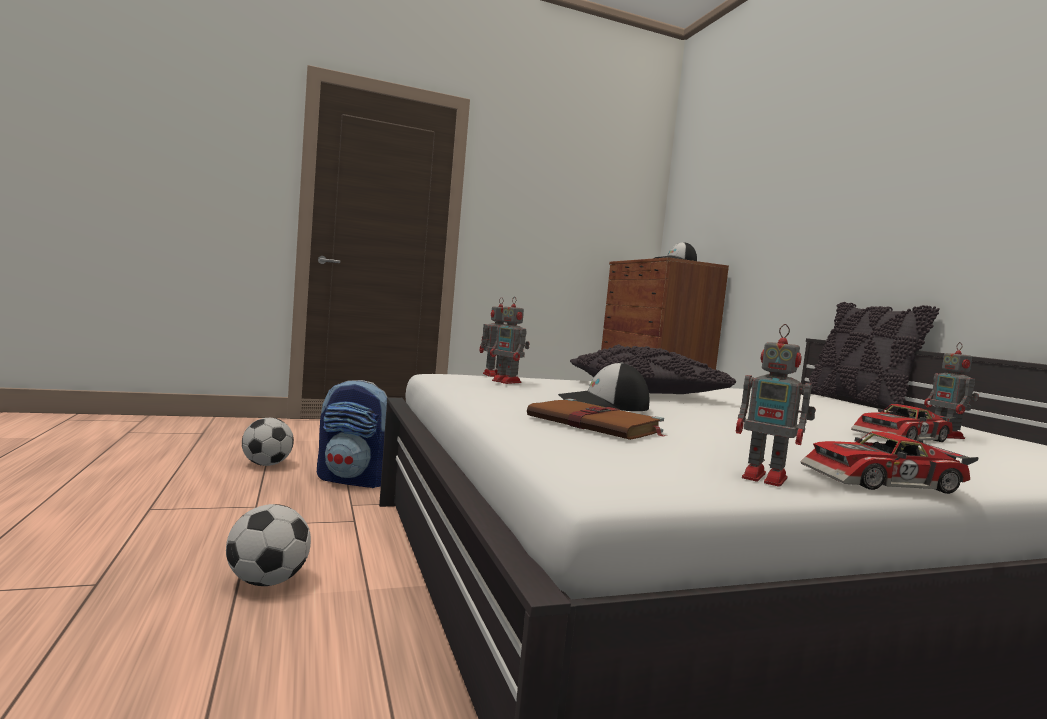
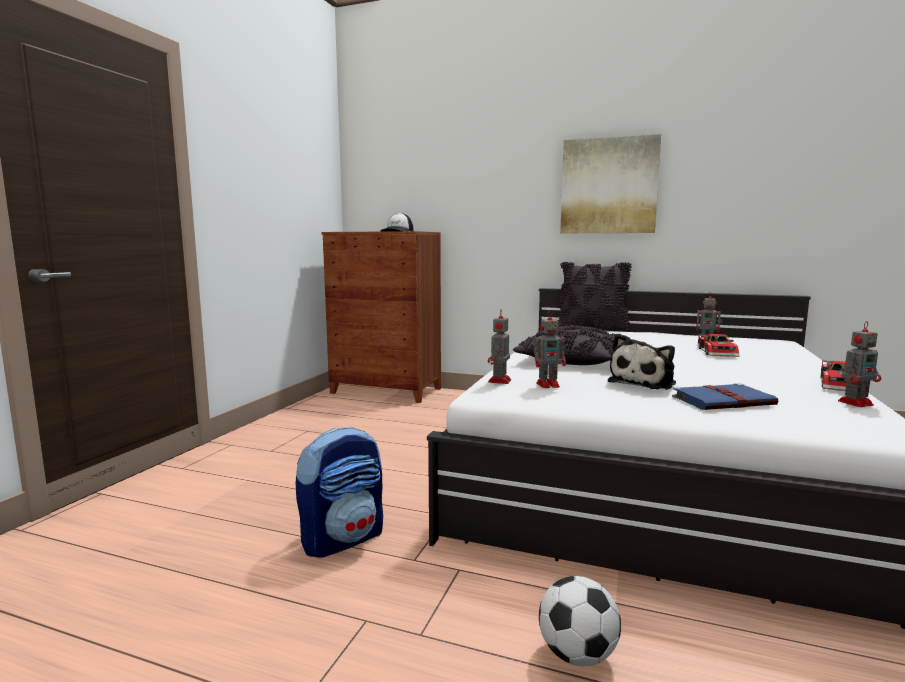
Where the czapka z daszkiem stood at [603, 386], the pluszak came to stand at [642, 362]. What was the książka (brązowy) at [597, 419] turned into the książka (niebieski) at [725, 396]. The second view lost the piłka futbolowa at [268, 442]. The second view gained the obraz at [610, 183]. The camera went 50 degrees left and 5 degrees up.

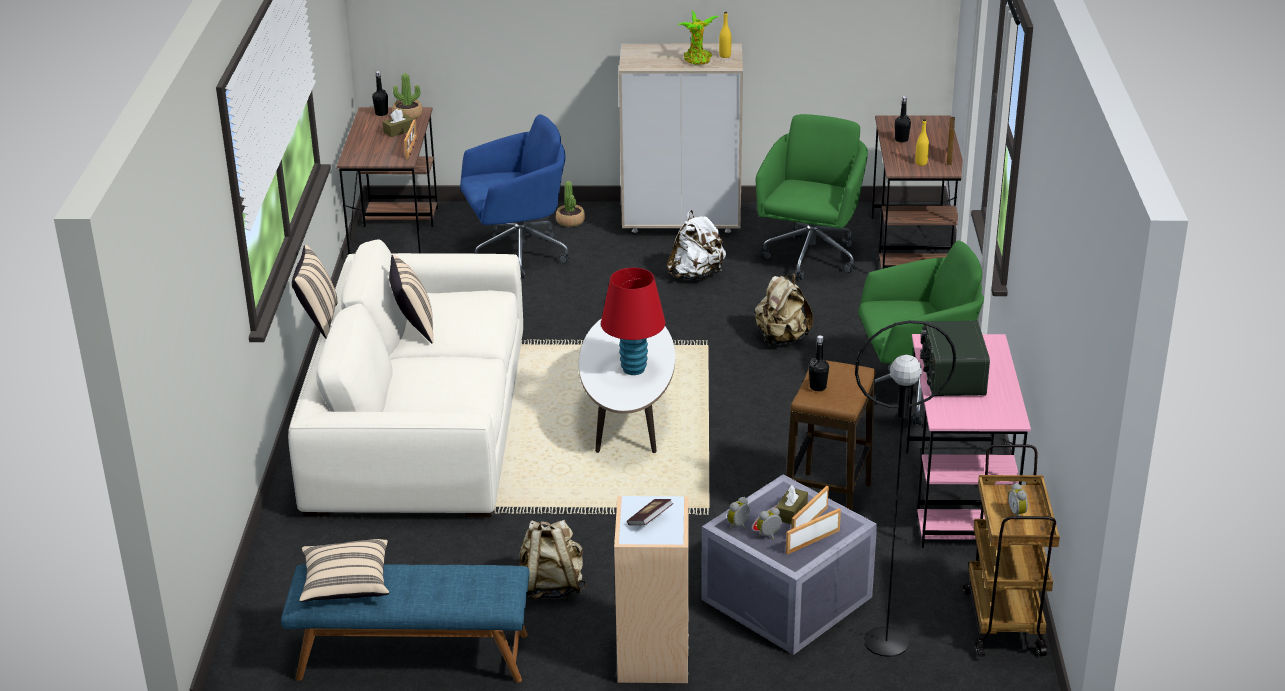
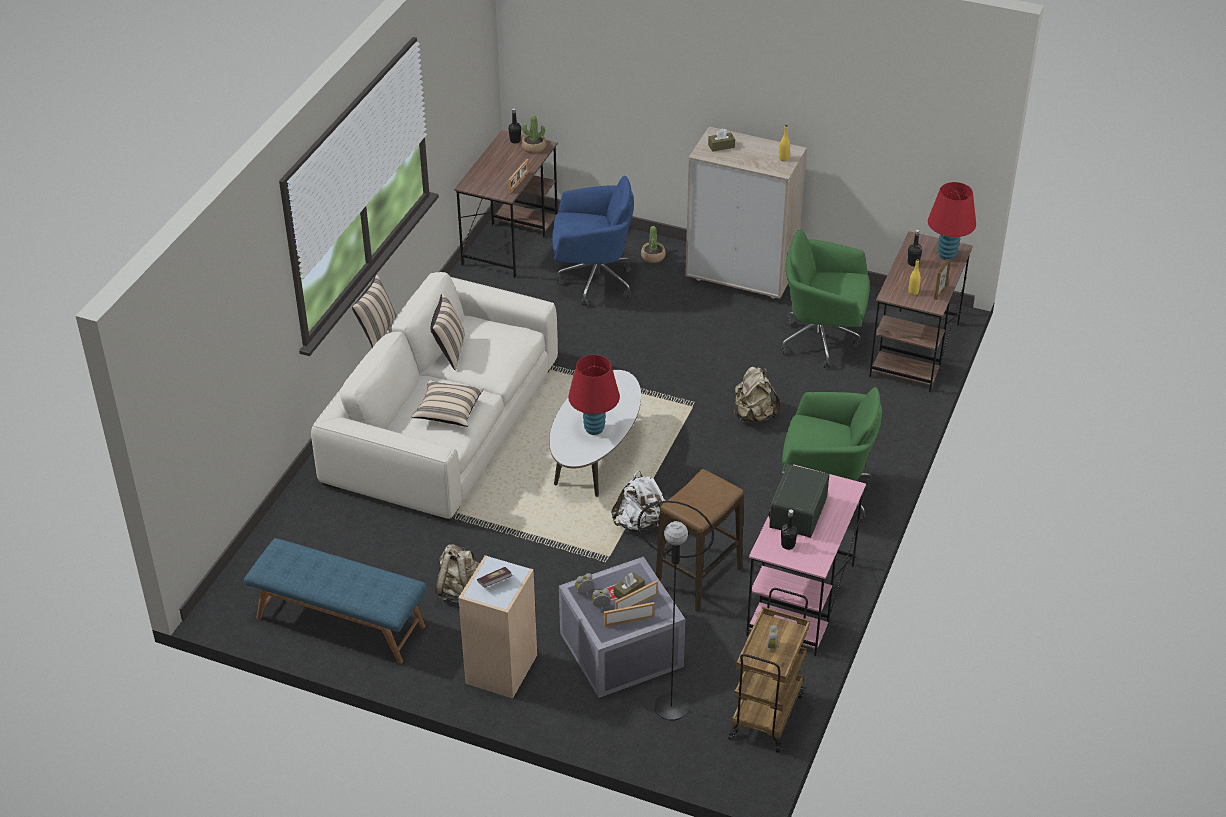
The second view lost the roślina doniczkowa at [698, 37]. The pudełko chusteczek (brązowy) ended up elsewhere, having gone from [398, 123] to [721, 140]. The krzesło biurowe (zielony) at [812, 197] ended up facing another way, 120 degrees counterclockwise from before. The plecak (biały) ended up elsewhere, having gone from [696, 245] to [638, 501]. The butelka (czarny) ended up elsewhere, having gone from [819, 363] to [789, 529]. The poduszka (beżowy) ended up elsewhere, having gone from [344, 570] to [447, 403]. The second view gained the lampa stołowa (czerwony) at [952, 221]. The camera went 20 degrees right and 10 degrees up.

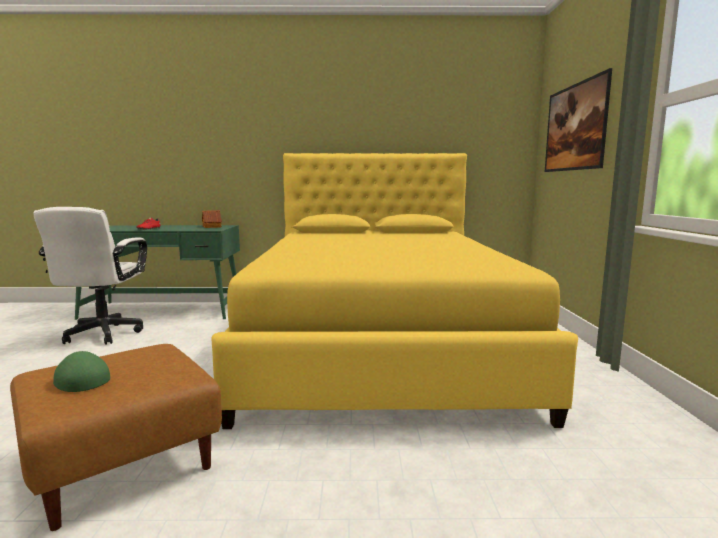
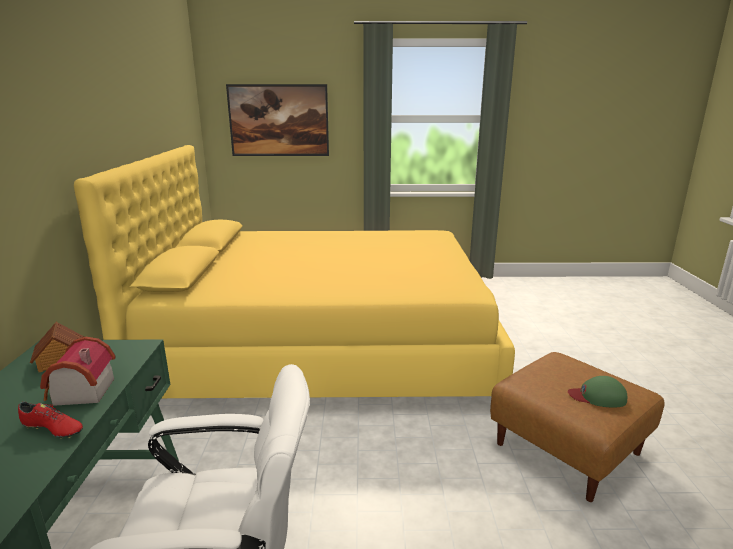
The czapka z daszkiem (zielony) at [81, 371] ended up facing another way, 60 degrees clockwise from before. The second view gained the domek at [78, 371]. The camera went 90 degrees left and 10 degrees up.

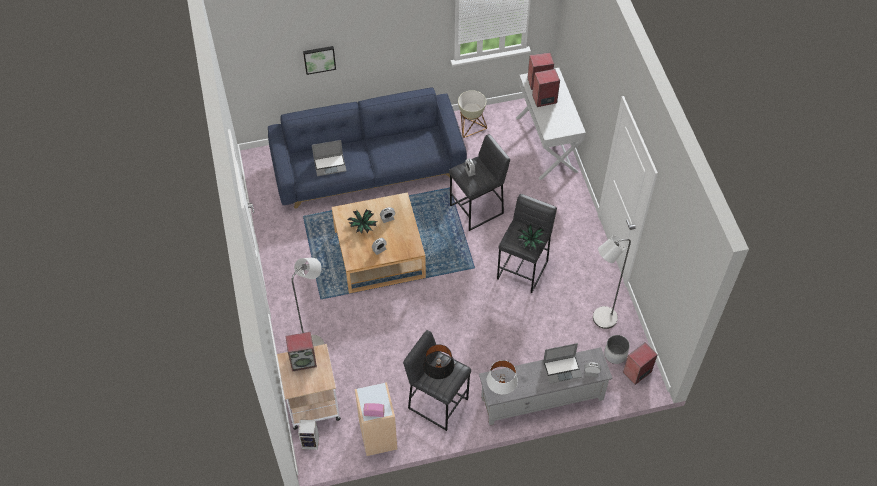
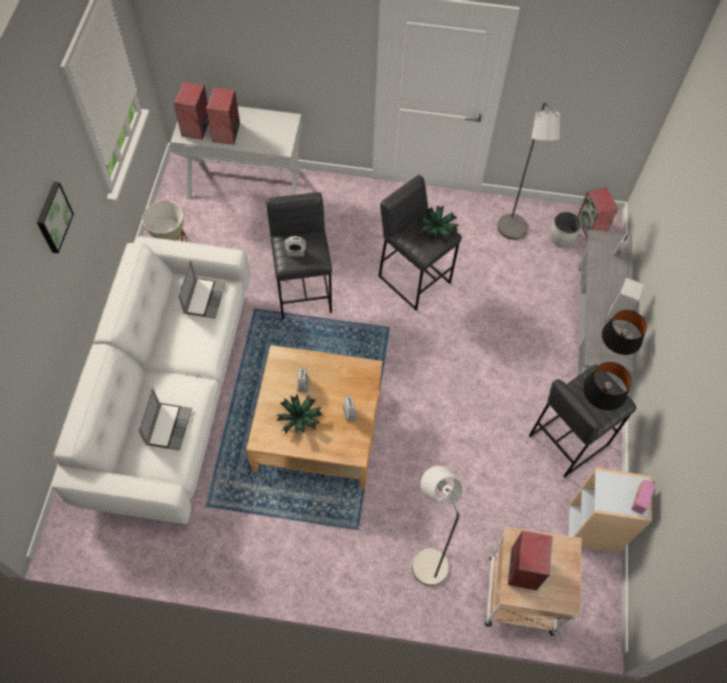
The obraz ended up elsewhere, having gone from [319, 60] to [55, 217]. What was the kanapa (niebieski) at [367, 147] turned into the kanapa (biały) at [151, 380]. The laptop ended up elsewhere, having gone from [562, 363] to [202, 289]. What was the lampa stołowa (biały) at [502, 377] turned into the lampa stołowa (czarny) at [624, 332]. The głośnik ended up elsewhere, having gone from [308, 435] to [625, 302]. The camera went 70 degrees left and 5 degrees up.

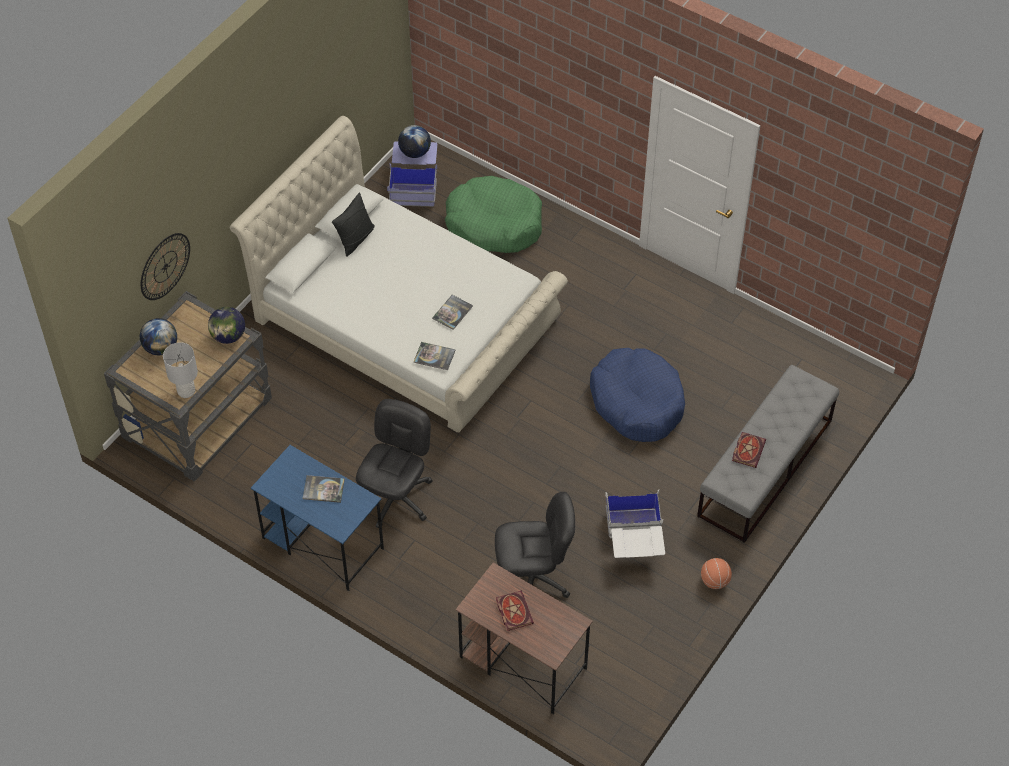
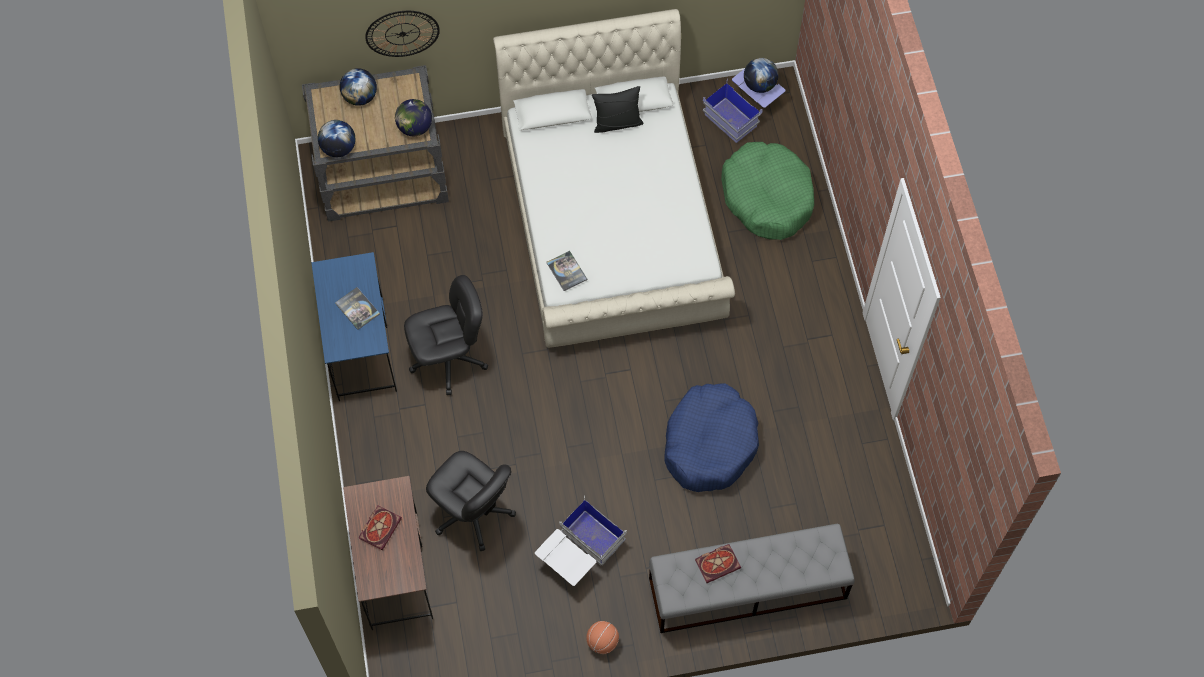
The second view lost the książka at [452, 312]. Where the lampa stołowa (szary) stood at [180, 370], the globus came to stand at [336, 138]. The camera went 45 degrees right and 10 degrees up.

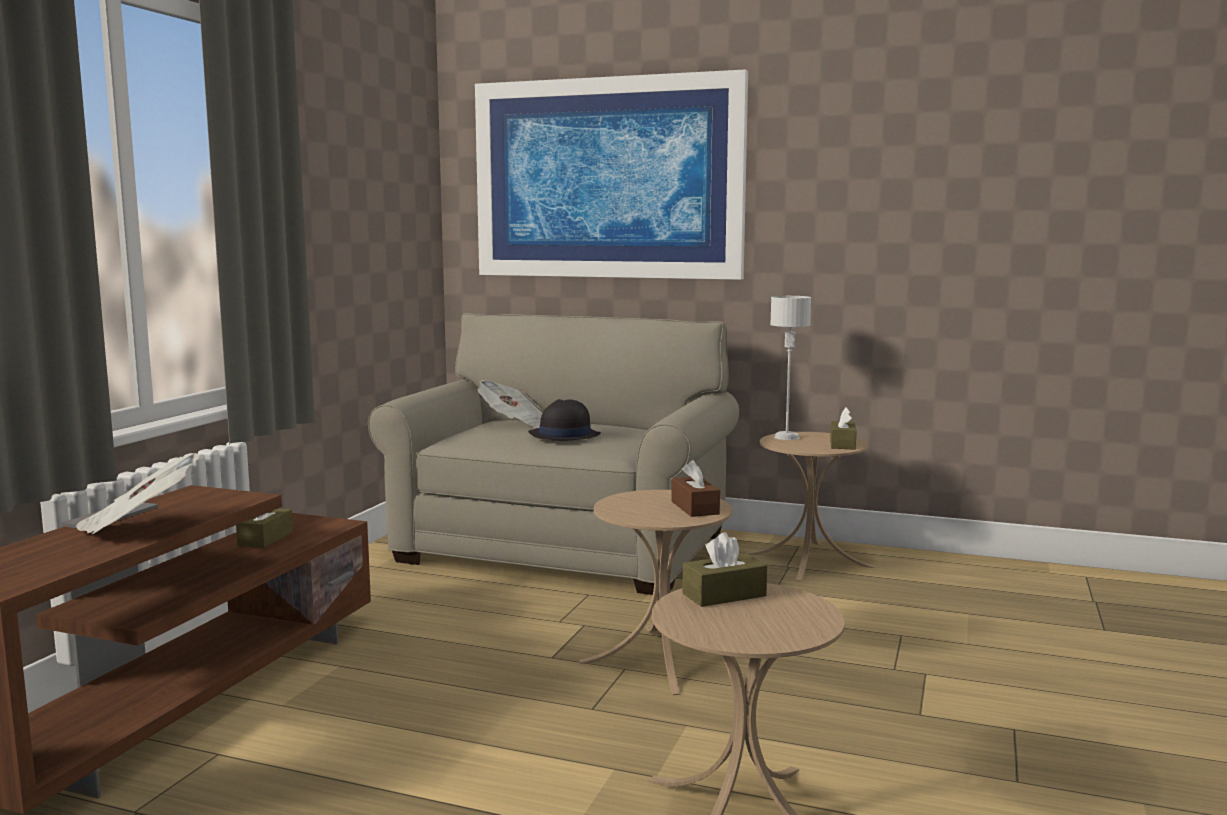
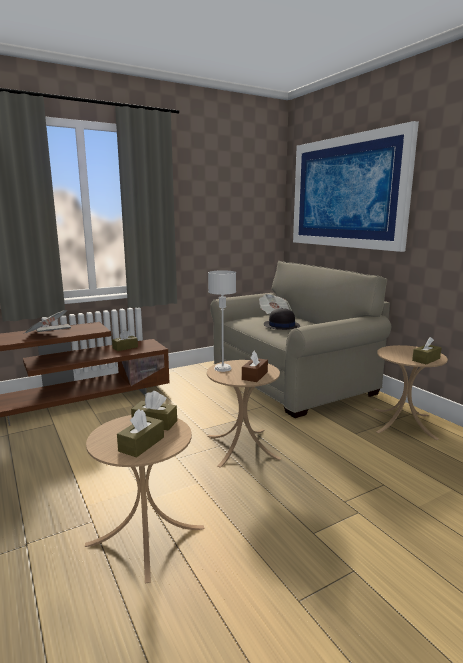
The lampa stołowa (szary) ended up elsewhere, having gone from [790, 368] to [222, 321]. The second view gained the pudełko chusteczek (brązowy) at [140, 433]. The camera went 40 degrees right and 5 degrees up.

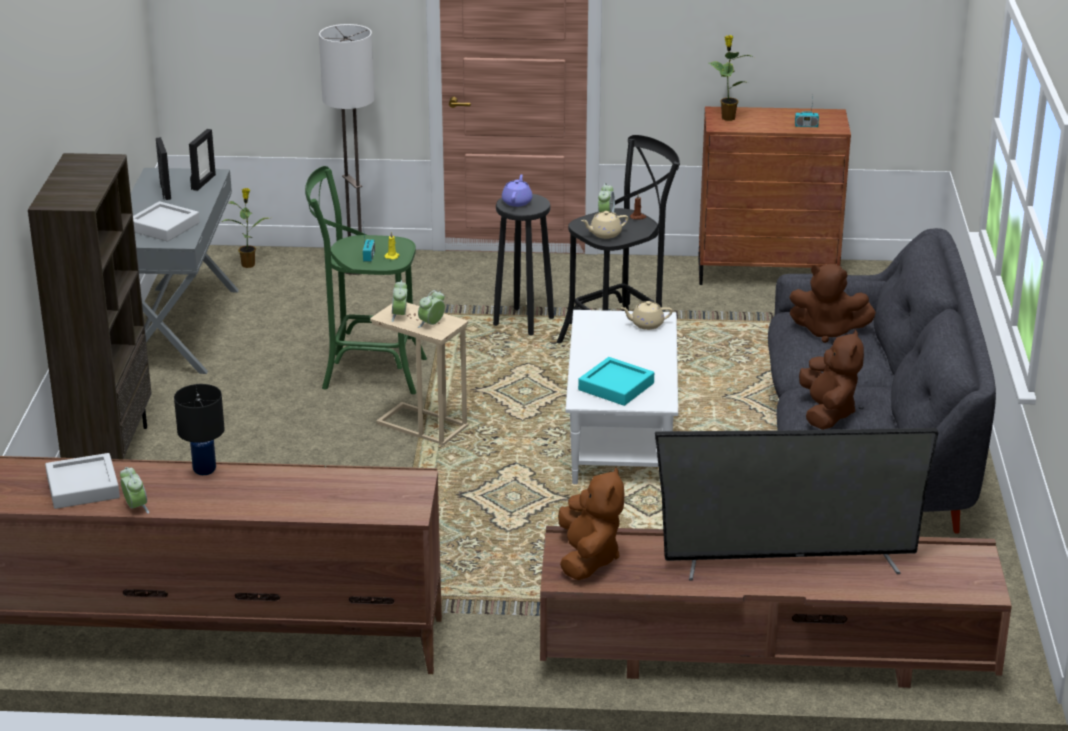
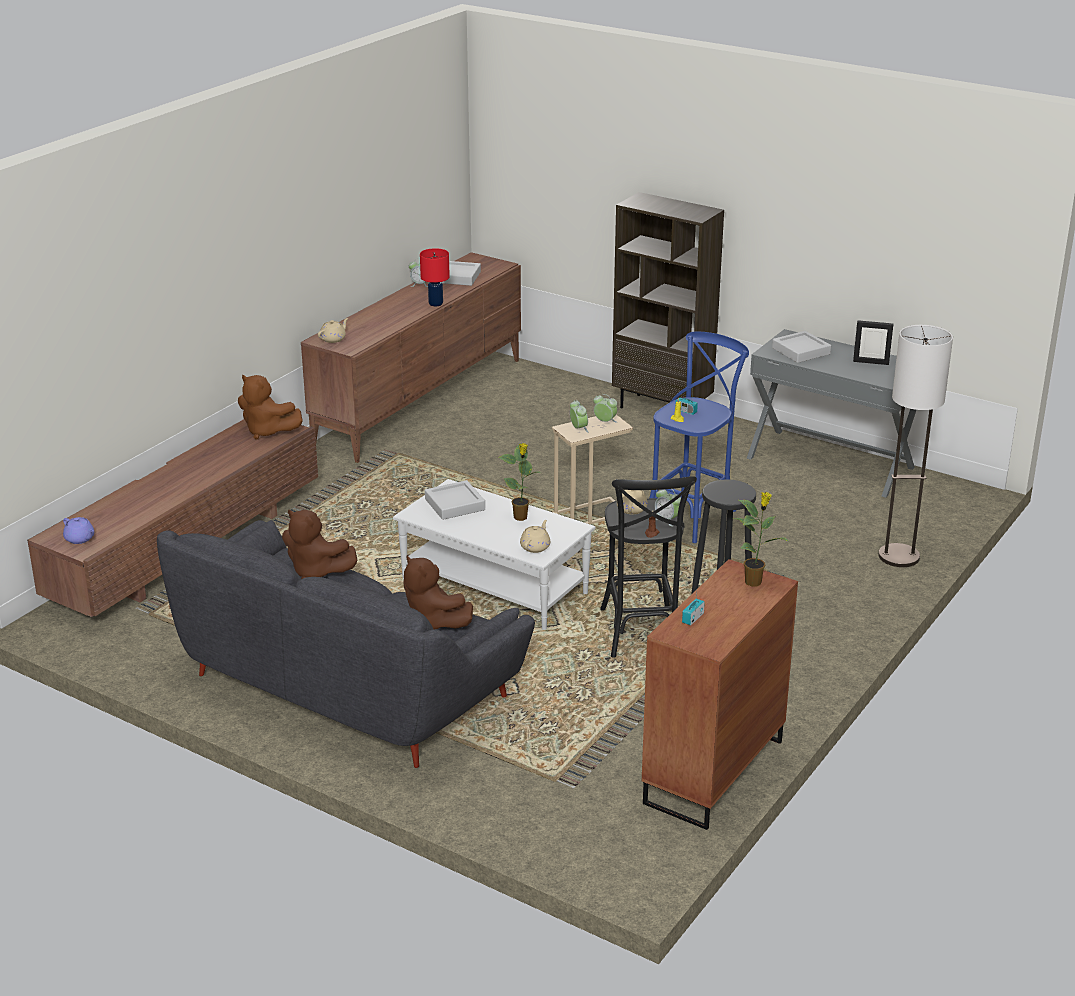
The second view lost the ramka na zdjęcie at [202, 160]. What was the stołek (zielony) at [366, 280] turned into the stołek (niebieski) at [699, 437]. The imbryk (fioletowy) ended up elsewhere, having gone from [517, 190] to [78, 530]. The roślina doniczkowa ended up elsewhere, having gone from [245, 228] to [519, 482]. The pluszak (brązowy) at [832, 303] ended up facing another way, 90 degrees counterclockwise from before. What was the taca (turkusowy) at [616, 381] turned into the taca (szary) at [455, 500]. What was the lampa stołowa (czarny) at [199, 429] turned into the lampa stołowa (czerwony) at [435, 277]. The second view lost the telewizor at [797, 504]. The second view gained the imbryk (beżowy) at [333, 330]. The camera went 120 degrees right and 0 degrees up.

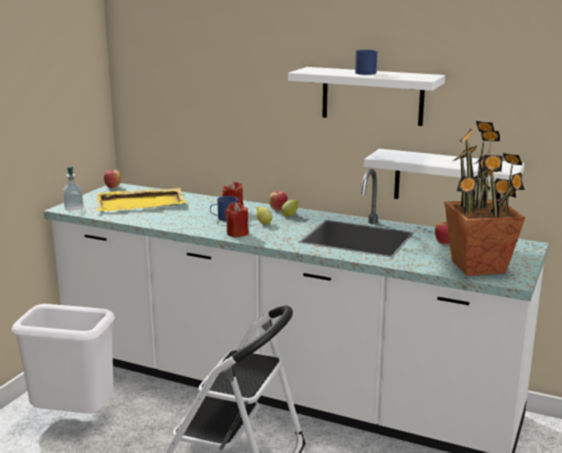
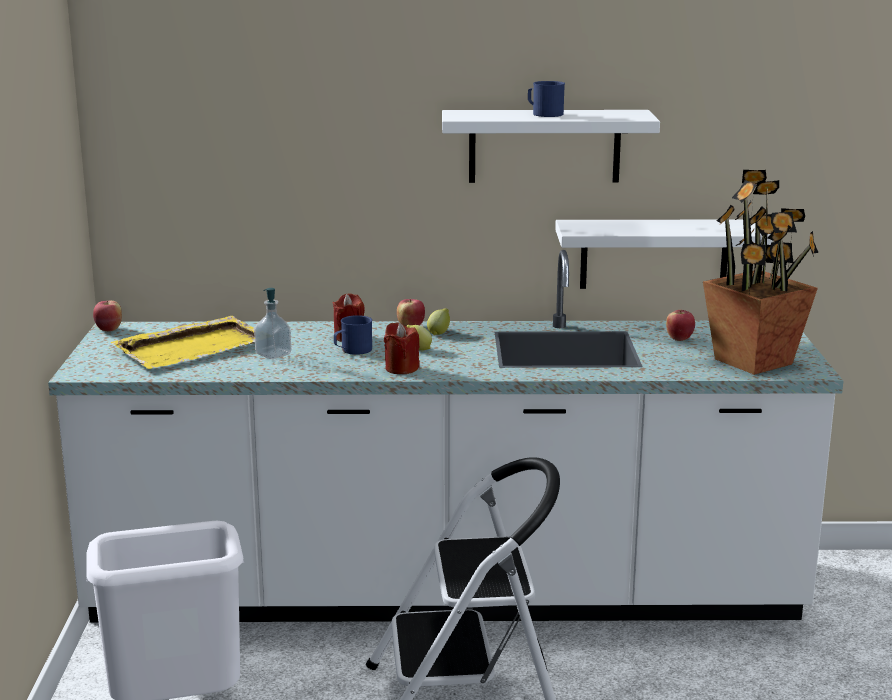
The dozownik mydła ended up elsewhere, having gone from [73, 189] to [272, 323]. The camera went 25 degrees left and 0 degrees up.

